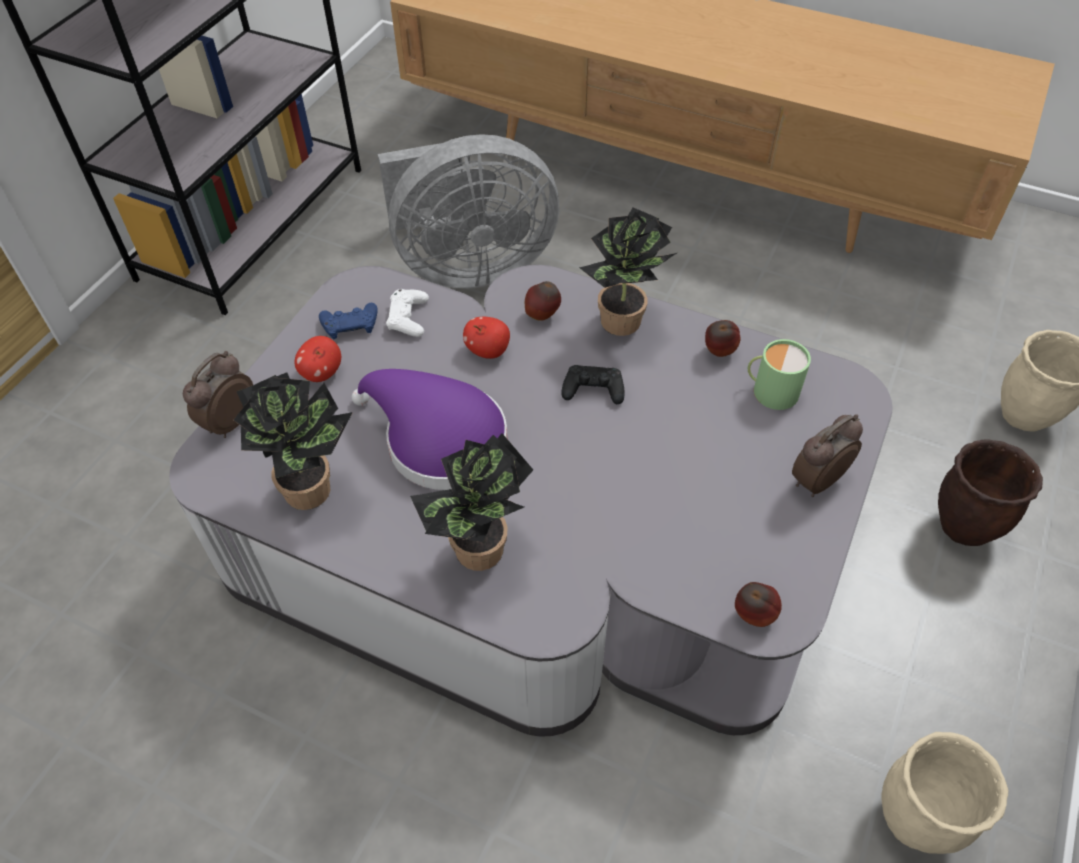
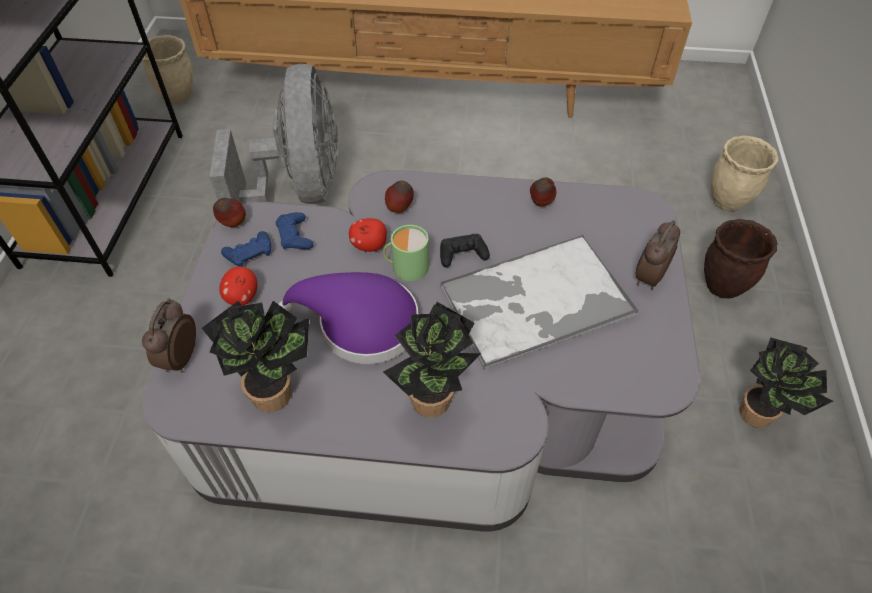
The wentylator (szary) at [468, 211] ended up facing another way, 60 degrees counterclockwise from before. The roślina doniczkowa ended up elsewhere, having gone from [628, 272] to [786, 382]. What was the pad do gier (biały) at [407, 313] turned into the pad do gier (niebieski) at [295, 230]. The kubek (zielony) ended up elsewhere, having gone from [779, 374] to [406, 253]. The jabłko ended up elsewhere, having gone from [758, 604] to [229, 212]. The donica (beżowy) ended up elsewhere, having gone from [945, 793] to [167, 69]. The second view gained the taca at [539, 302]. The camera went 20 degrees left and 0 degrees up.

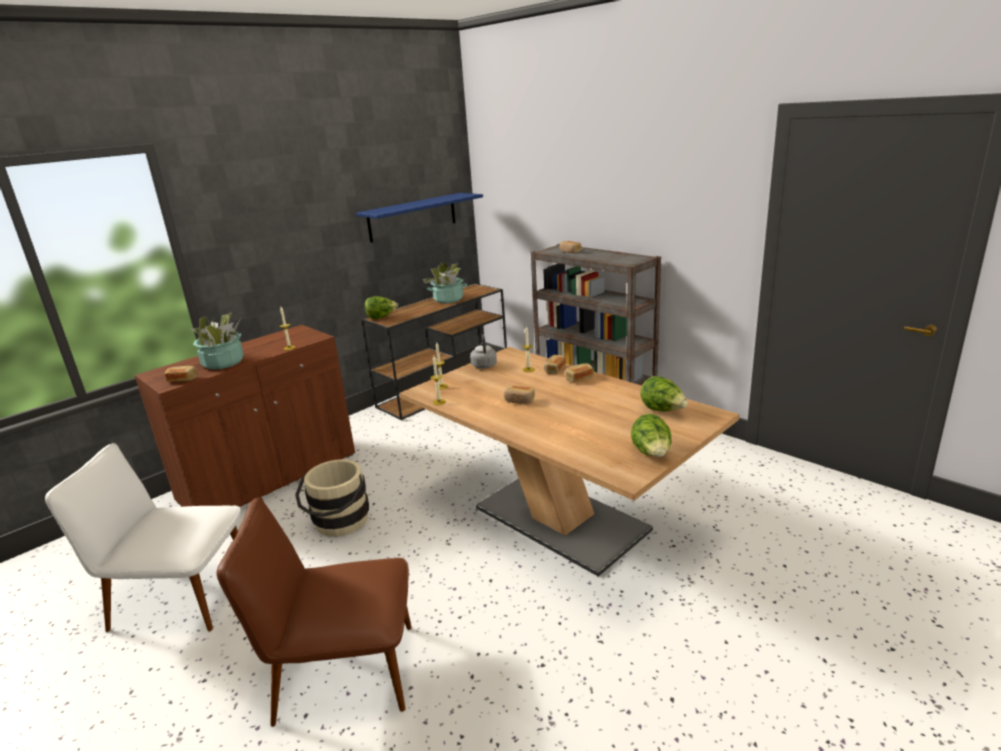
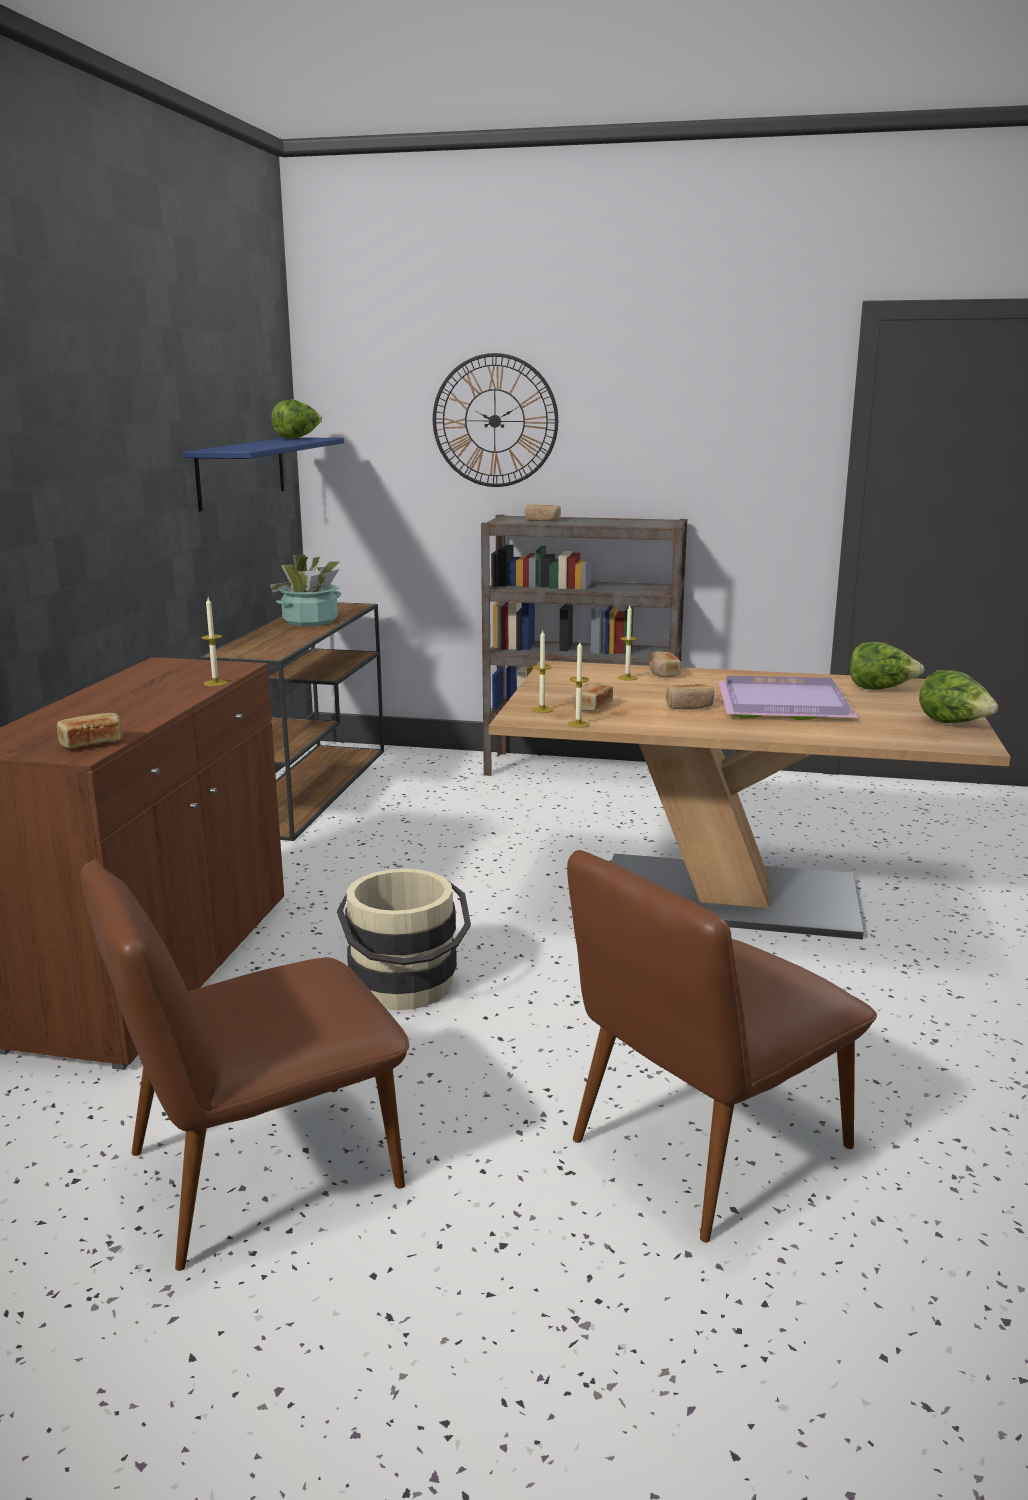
The sałata ended up elsewhere, having gone from [381, 307] to [296, 418]. The second view lost the roślina doniczkowa at [217, 341]. The second view lost the czajnik (szary) at [483, 351]. The chleb ended up elsewhere, having gone from [579, 372] to [592, 696]. What was the krzesło (biały) at [142, 537] turned into the krzesło (brązowy) at [244, 1065]. The second view gained the zegar ścienny at [495, 420]. The second view gained the taca (fioletowy) at [788, 698]. The camera went 35 degrees left and 5 degrees down.

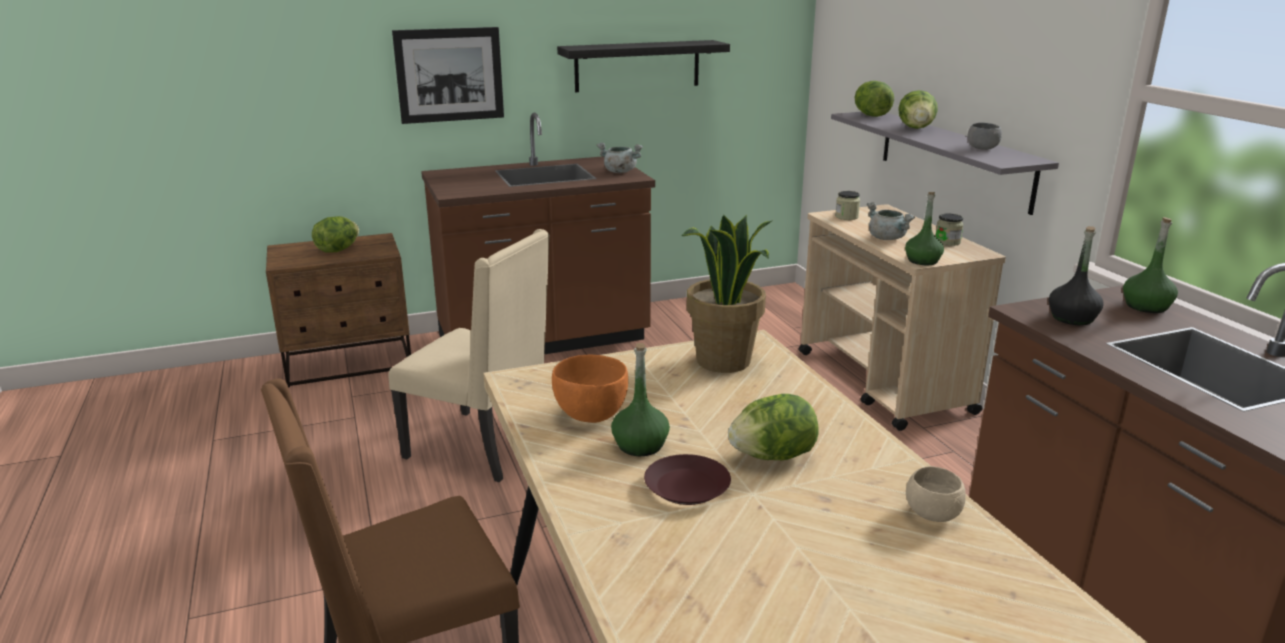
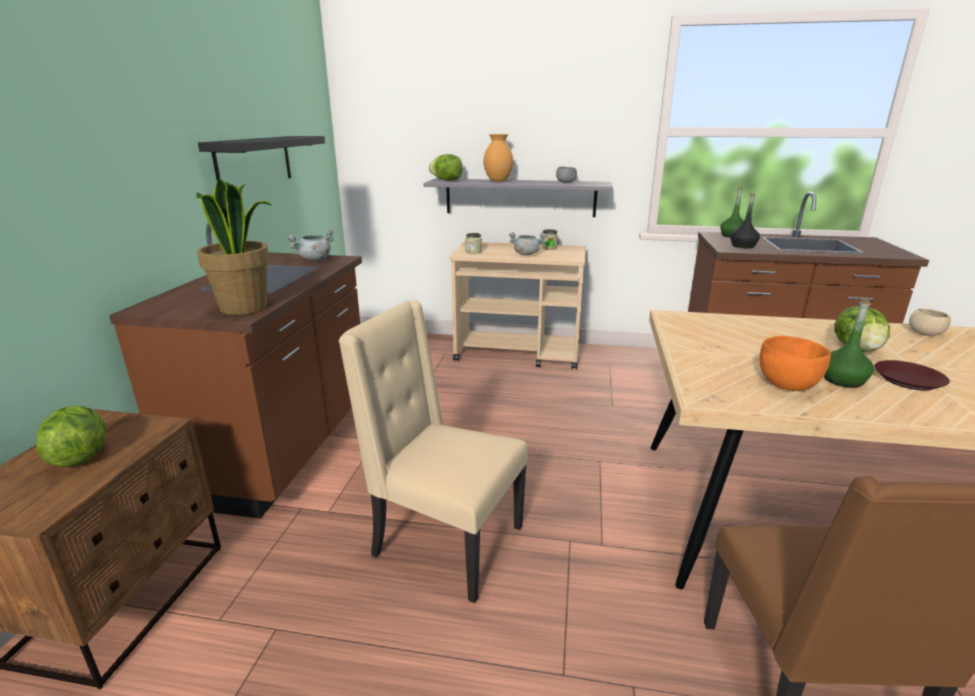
The second view lost the obraz at [448, 75]. Where the sałata stood at [918, 109], the wazon (brązowy) came to stand at [498, 158]. The second view lost the butelka (zielony) at [924, 228]. The roślina doniczkowa ended up elsewhere, having gone from [726, 294] to [234, 246]. The krzesło (beżowy) at [469, 355] ended up facing another way, 120 degrees counterclockwise from before. The camera went 60 degrees left and 0 degrees up.

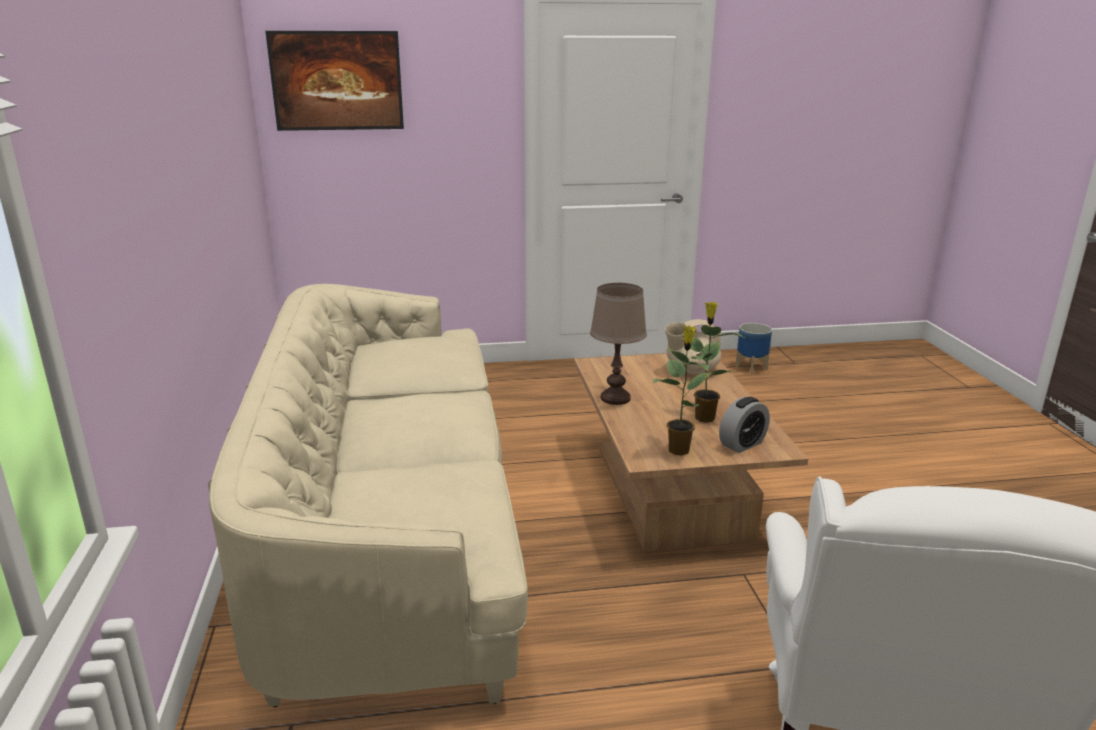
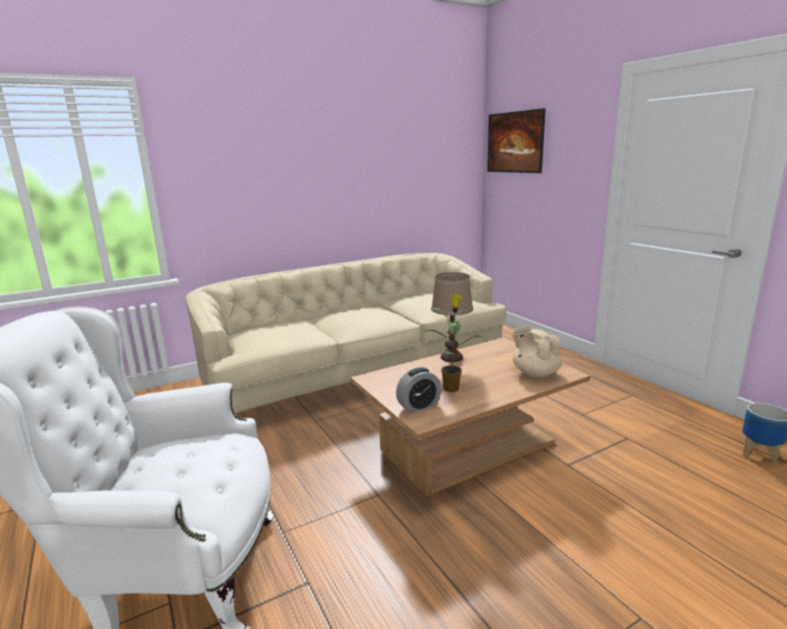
The second view lost the roślina doniczkowa at [683, 391]. The budzik at [744, 425] ended up facing another way, 60 degrees counterclockwise from before. The camera went 70 degrees right and 5 degrees down.

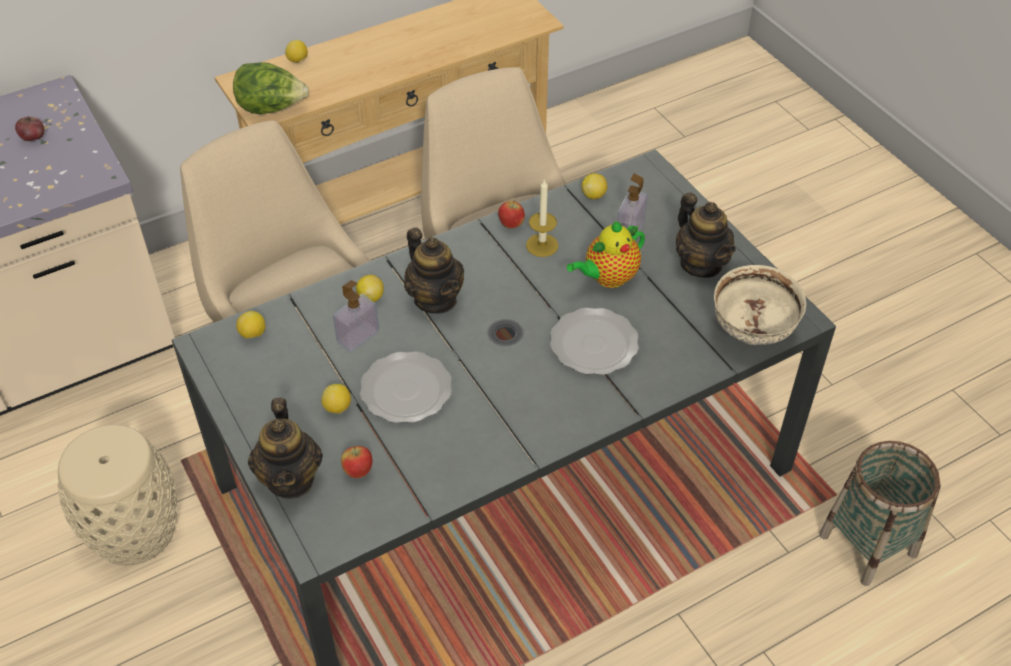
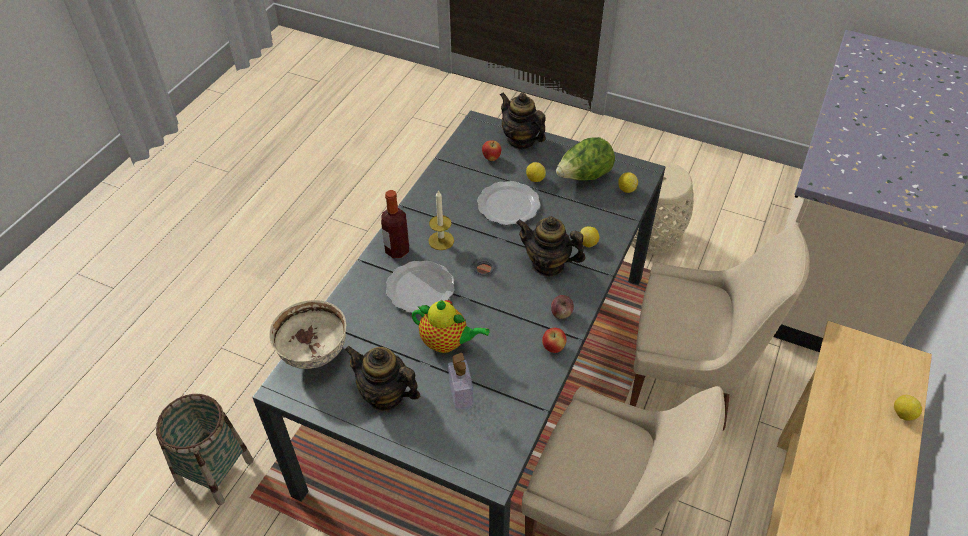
The sałata ended up elsewhere, having gone from [271, 88] to [585, 158]. The jabłko ended up elsewhere, having gone from [29, 128] to [562, 307]. The second view lost the cytryna at [594, 186]. The świeca ended up elsewhere, having gone from [542, 218] to [441, 220]. The imbryk at [606, 254] ended up facing another way, 90 degrees clockwise from before. The second view lost the dozownik mydła at [356, 316]. The second view gained the butelka at [395, 224]. The camera went 145 degrees right and 0 degrees up.

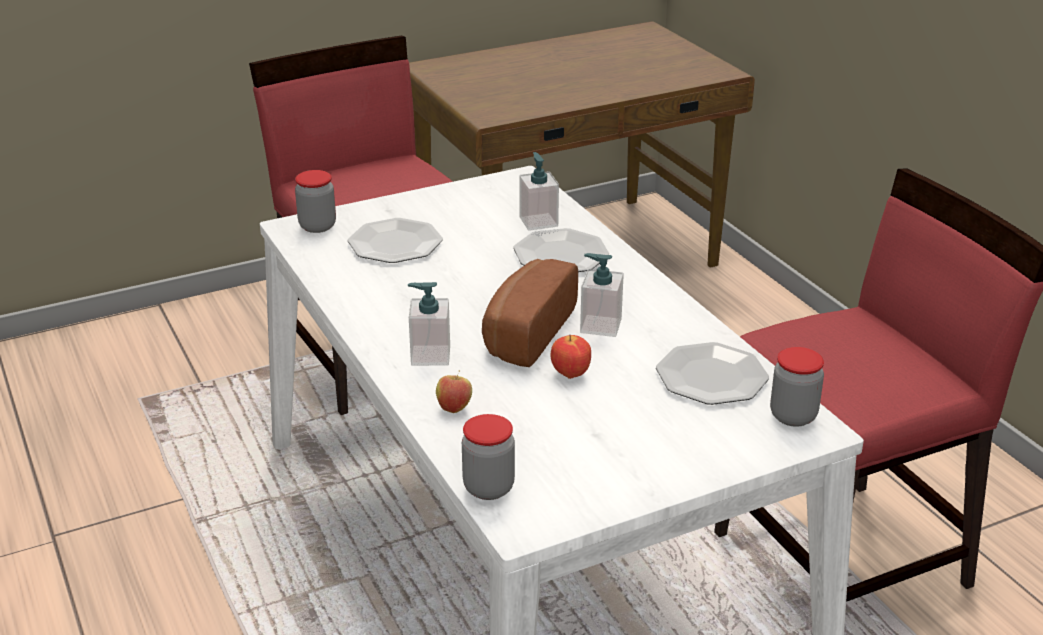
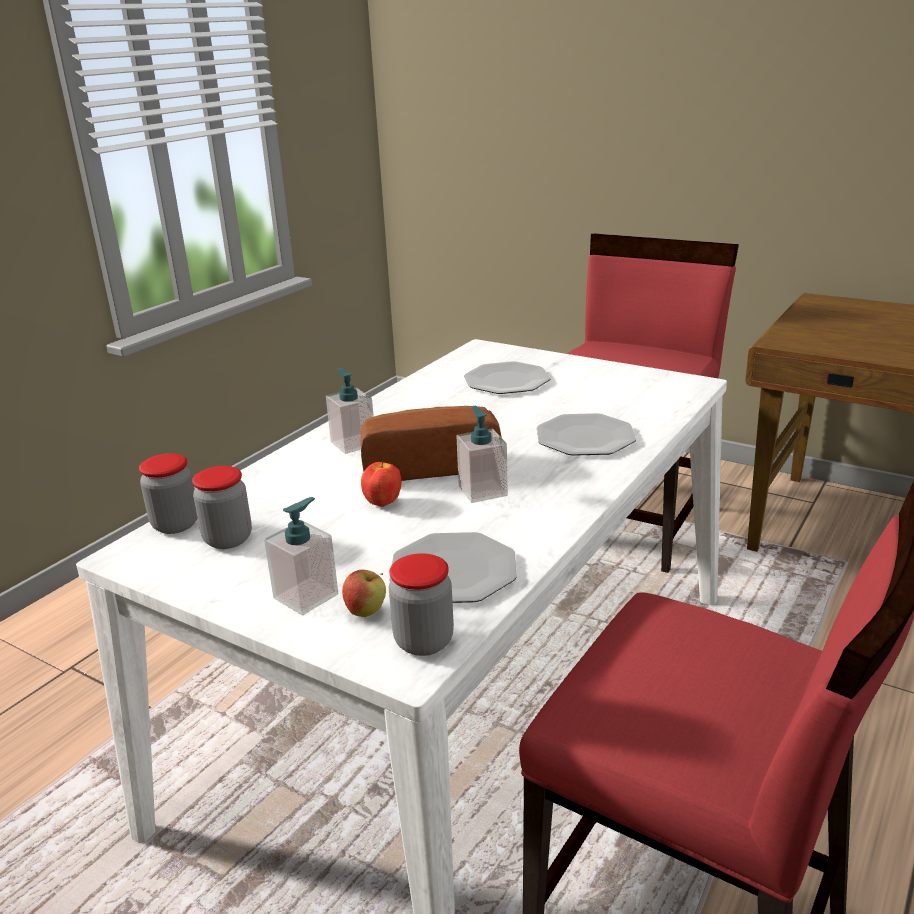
The dozownik mydła ended up elsewhere, having gone from [539, 191] to [301, 556]. The słoik ended up elsewhere, having gone from [315, 201] to [222, 507]. The jabłko ended up elsewhere, having gone from [454, 391] to [364, 593]. The camera went 60 degrees right and 5 degrees down.

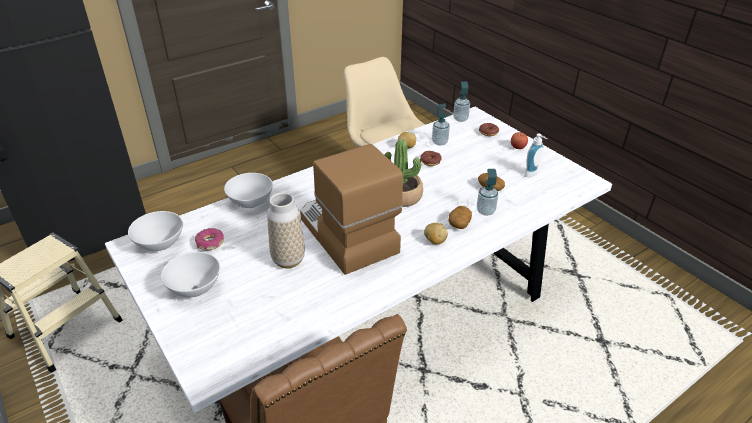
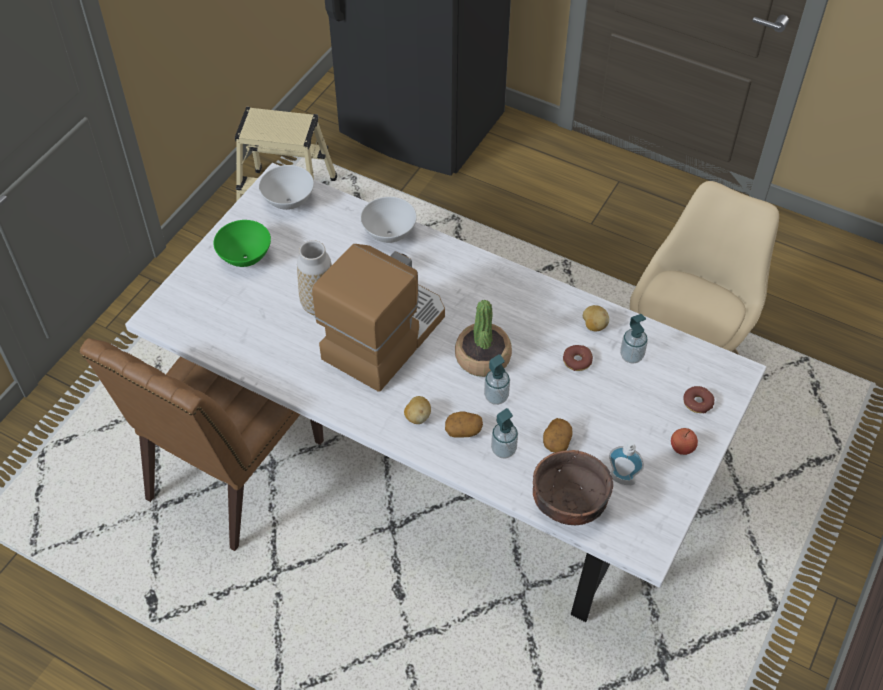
The dozownik mydła ended up elsewhere, having gone from [461, 102] to [497, 379]. The second view lost the donut at [209, 239]. What was the miska (biały) at [190, 274] turned into the miska (zielony) at [242, 243]. The second view gained the miska (brązowy) at [573, 487]. The camera went 65 degrees right and 15 degrees up.

